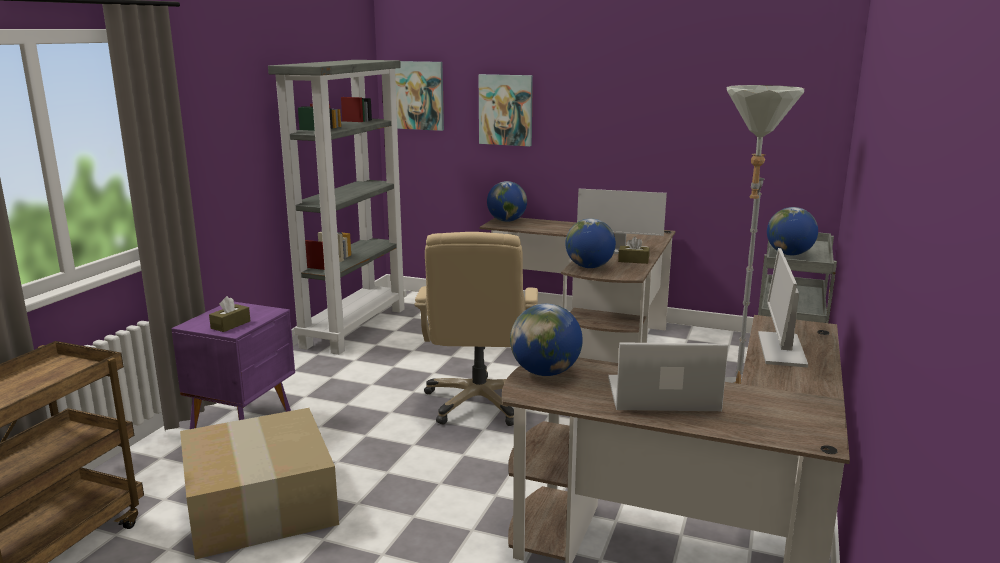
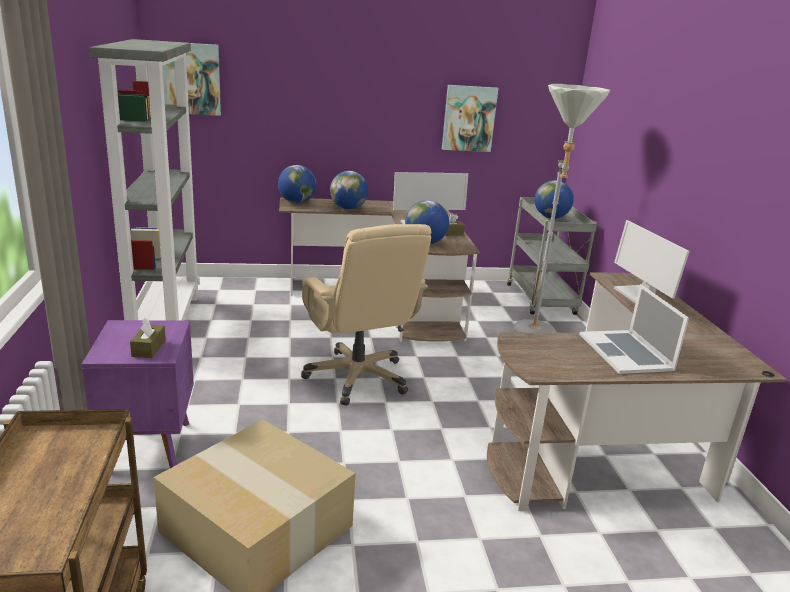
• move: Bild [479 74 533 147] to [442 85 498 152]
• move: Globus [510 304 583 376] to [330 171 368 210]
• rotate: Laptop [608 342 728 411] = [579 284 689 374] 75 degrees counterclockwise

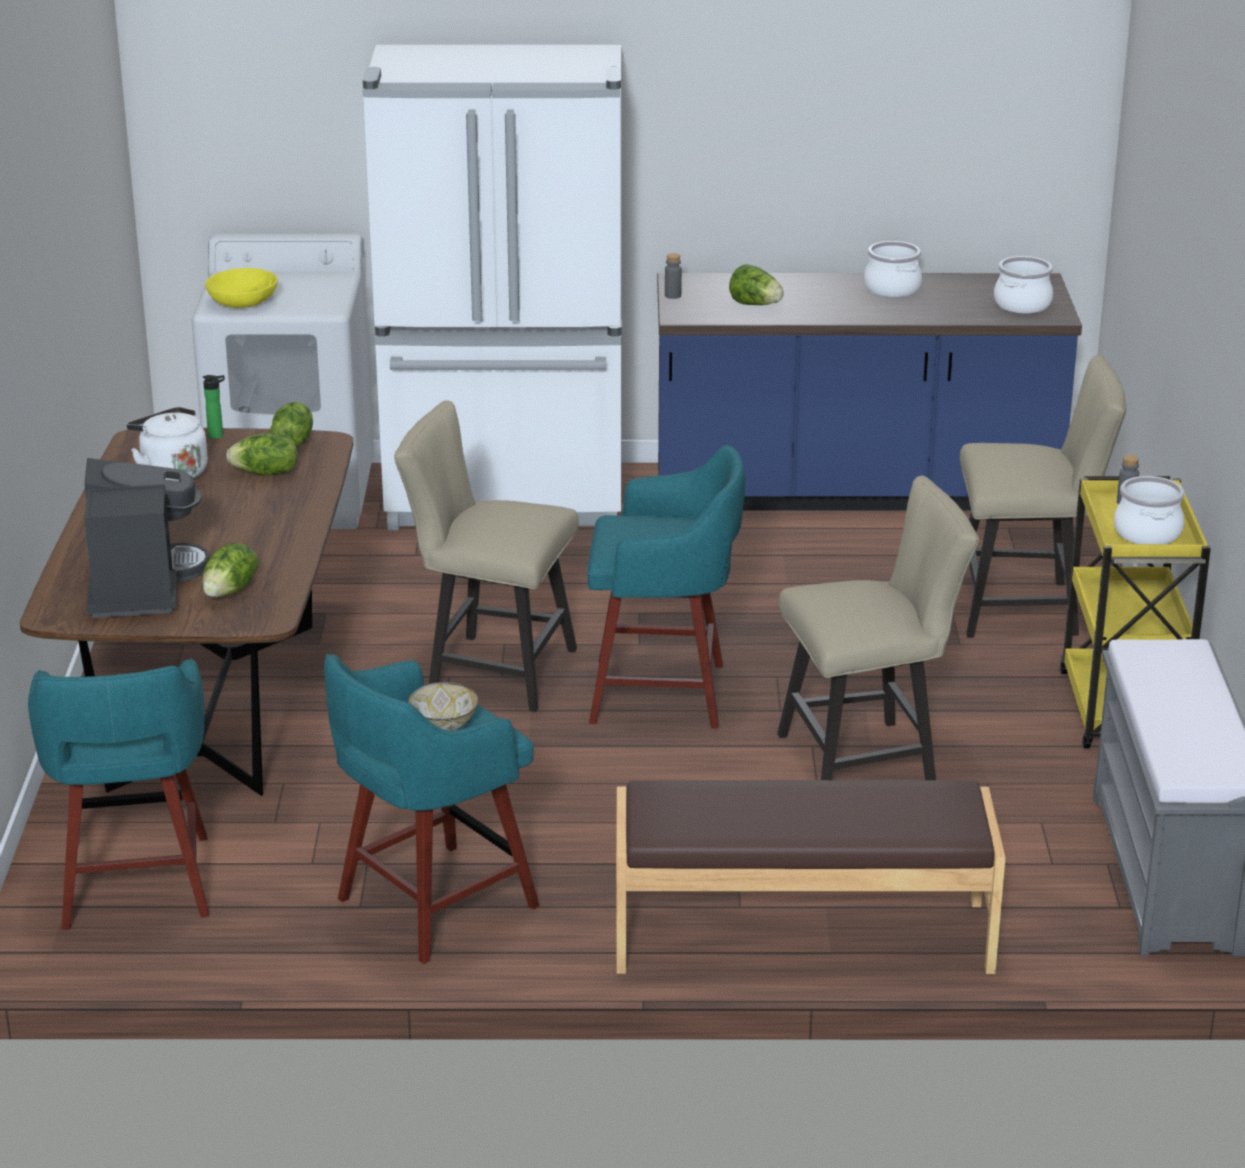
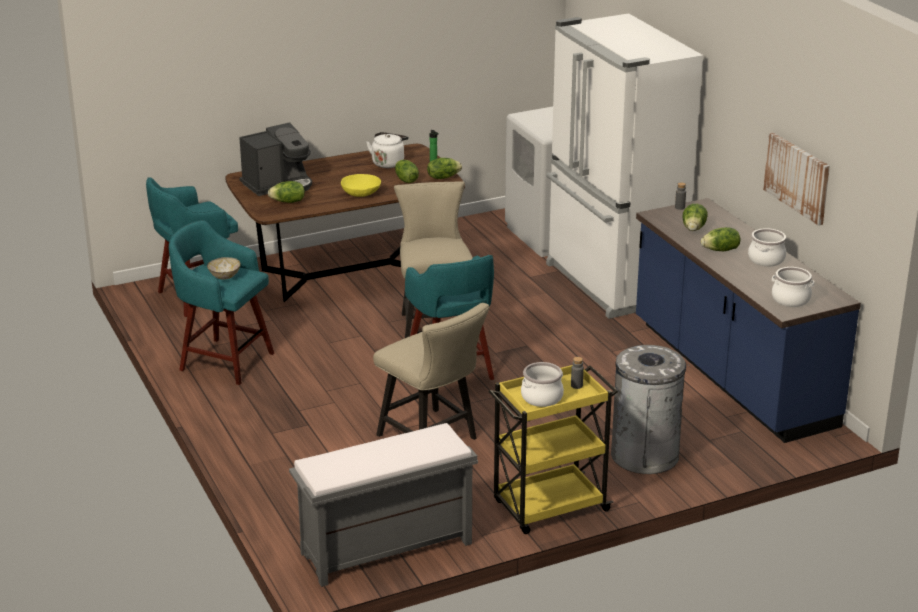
• move: Schüssel (gelb) [205 268 278 308] to [341 174 381 197]
• delete: Bank (braun) [616 780 1006 974]
• replace: Stuhl (beige) [960 355 1126 638] to Mülleimer (grau) [611 345 689 474]
• insert: Salatkopf [701 227 740 251]
• insert: Bild [763 132 830 226]

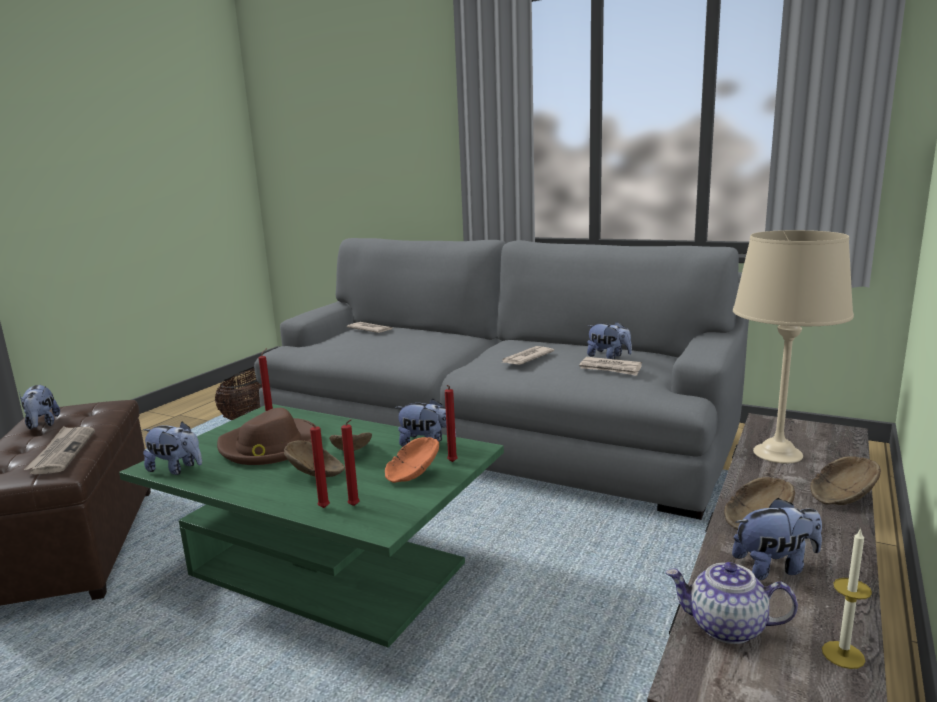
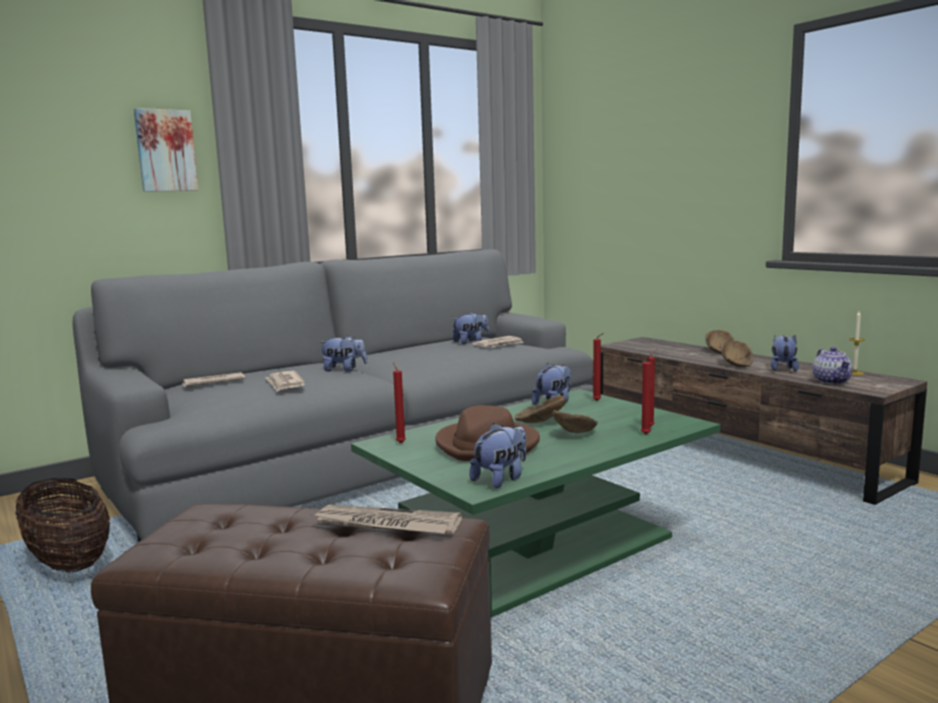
• move: Plüschtier [19 385 60 429] to [319 335 367 372]
• delete: Schüssel (orange) [385 437 439 483]
• move: Zeitung [502 346 554 365] to [265 371 306 391]
• rotate: Teekanne [665 562 798 644] = [813 347 853 384] 45 degrees counterclockwise
• delete: Tischlampe (beige) [733 230 854 463]
• insert: Bild [134 108 198 192]

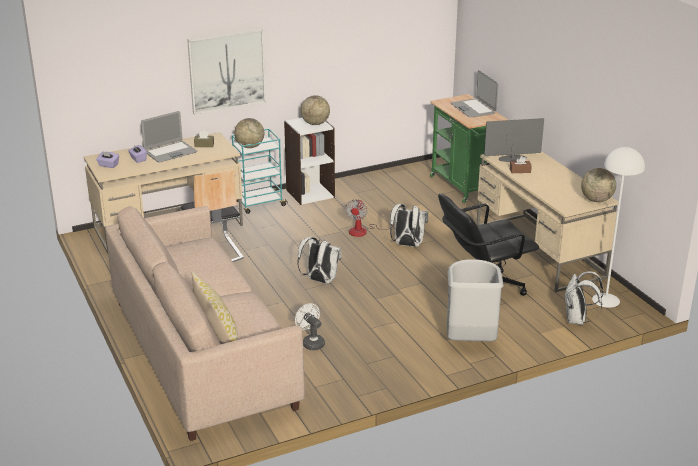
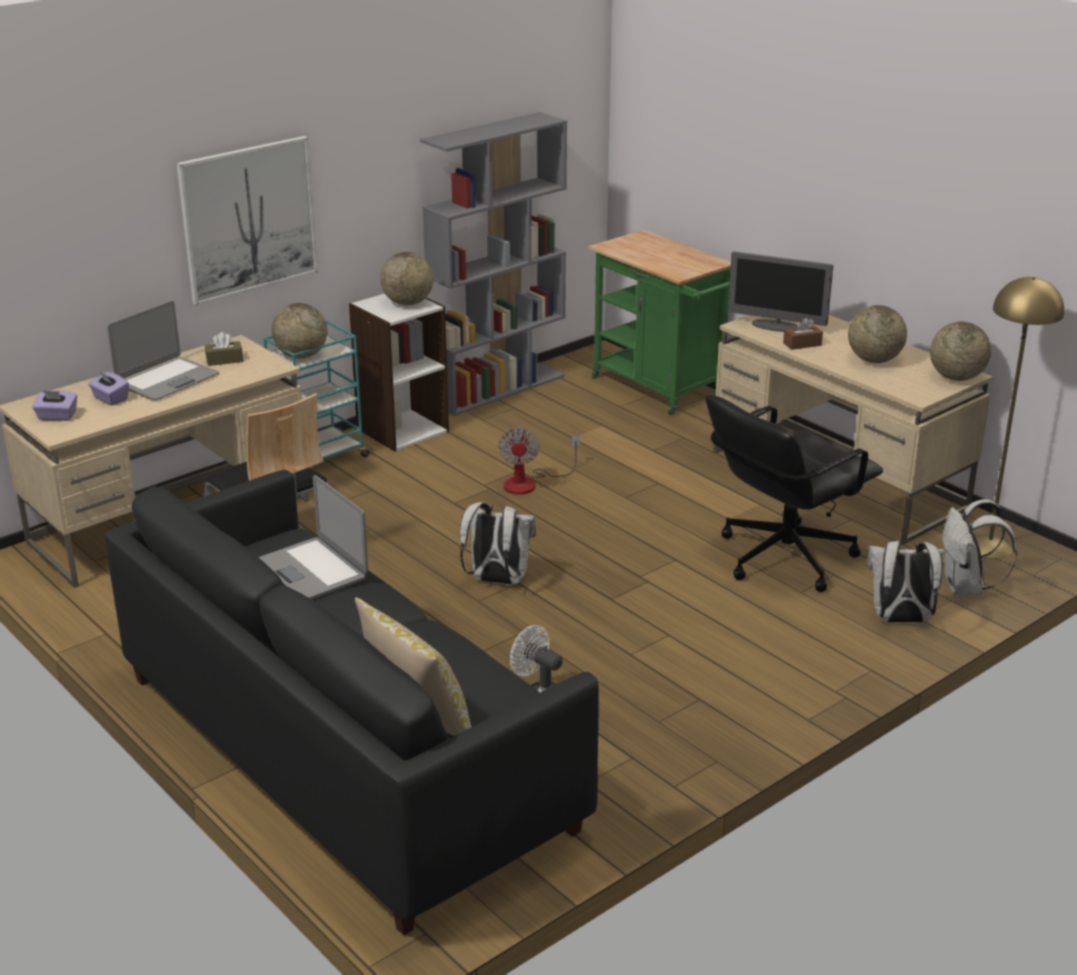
• recolor: Sofa (beige) [105 206 305 441] to Sofa (schwarz) [104 470 599 936]
• move: Rucksack (weiß) [390 204 428 247] to [868 540 944 623]
• delete: Mülleimer (grau) [447 259 503 342]
• move: Laptop [451 70 499 117] to [259 475 368 599]
• rotate: Monitor [484 118 544 162] = [728 251 833 332] 135 degrees counterclockwise
• recolor: Stehlampe (weiß) [592 147 645 308] to Stehlampe (gelb) [975 277 1064 558]
• insert: Bücherregal (grau) [420 112 567 416]
• insert: Globus [848 305 907 363]

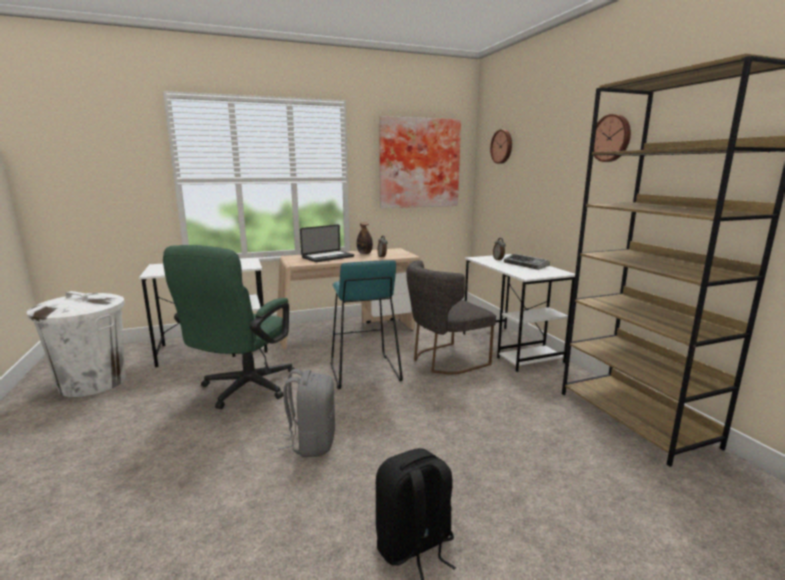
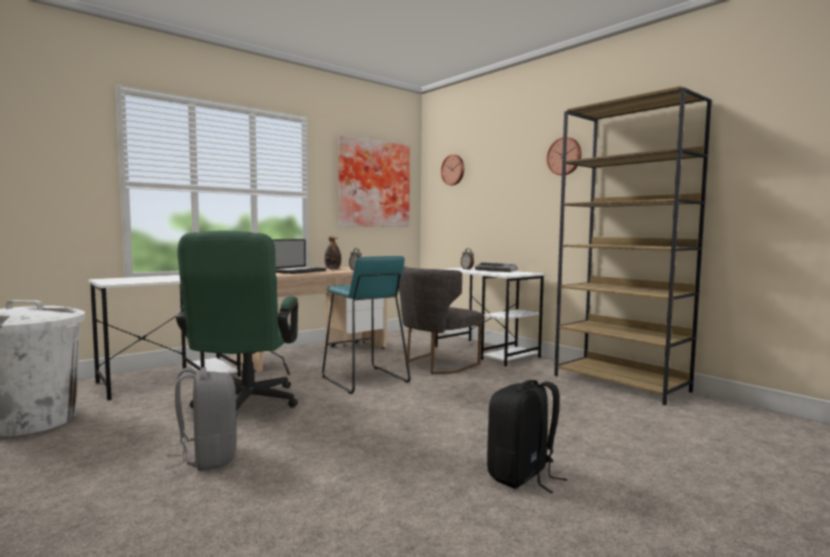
• move: Rucksack (grau) [278 369 335 457] to [165 367 237 471]

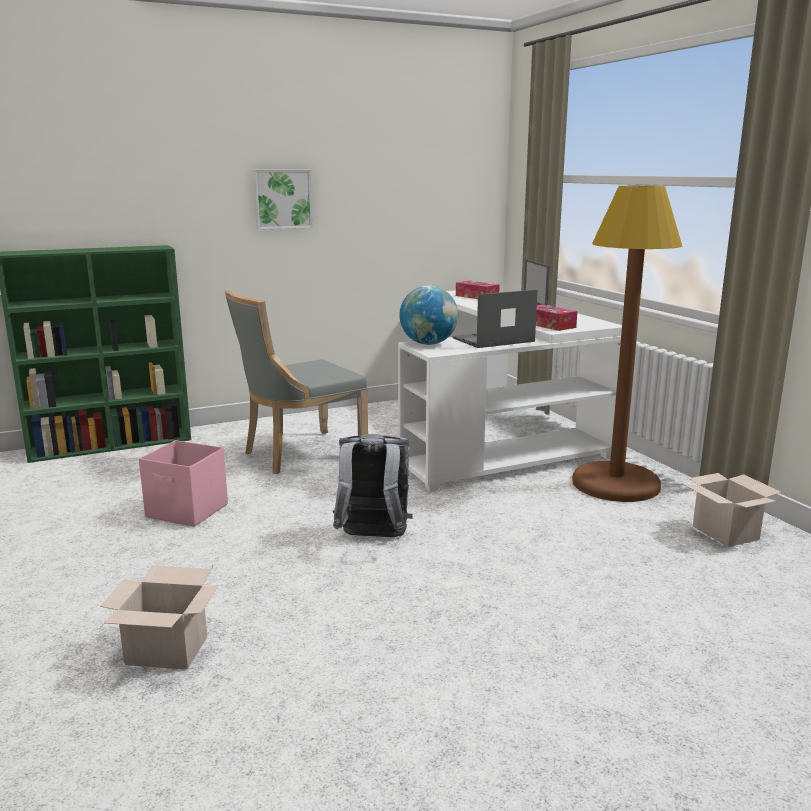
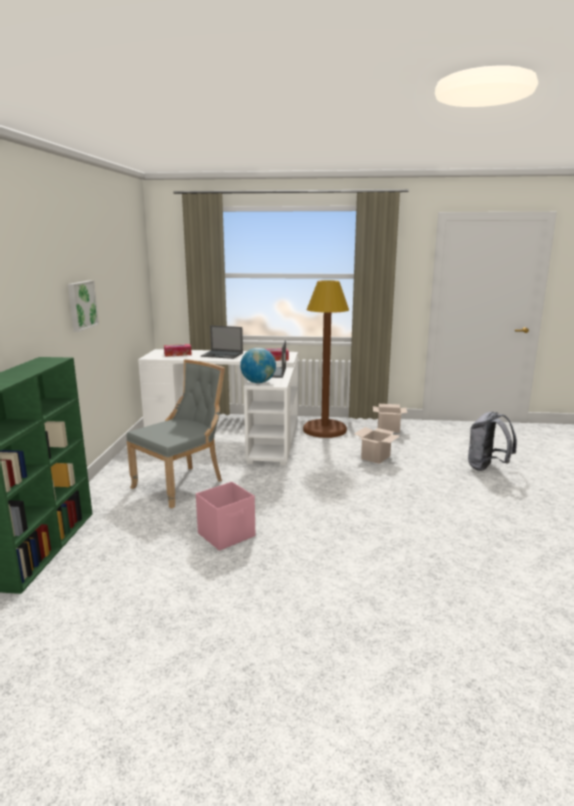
• move: Karton [100 566 219 670] to [354 427 400 464]
• rotate: Stuhl (grau) [225 290 368 474] = [126 359 225 509] 135 degrees counterclockwise
• move: Rucksack (grau) [333 434 413 537] to [468 412 517 471]

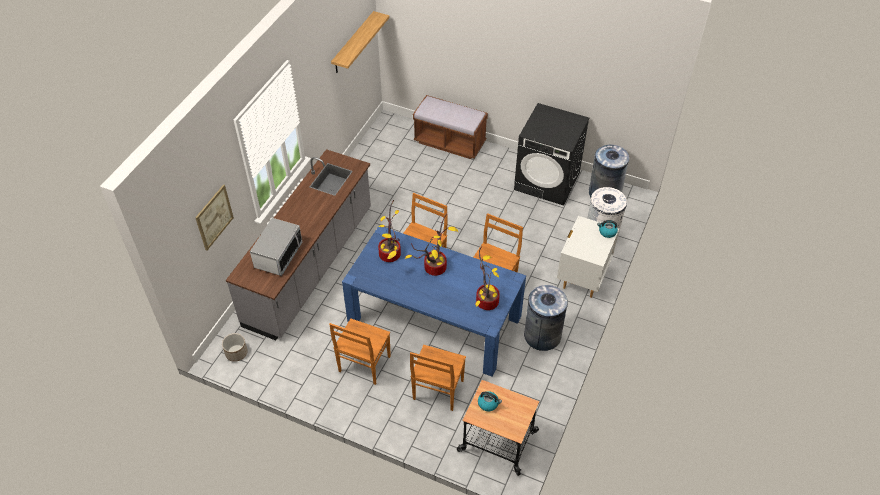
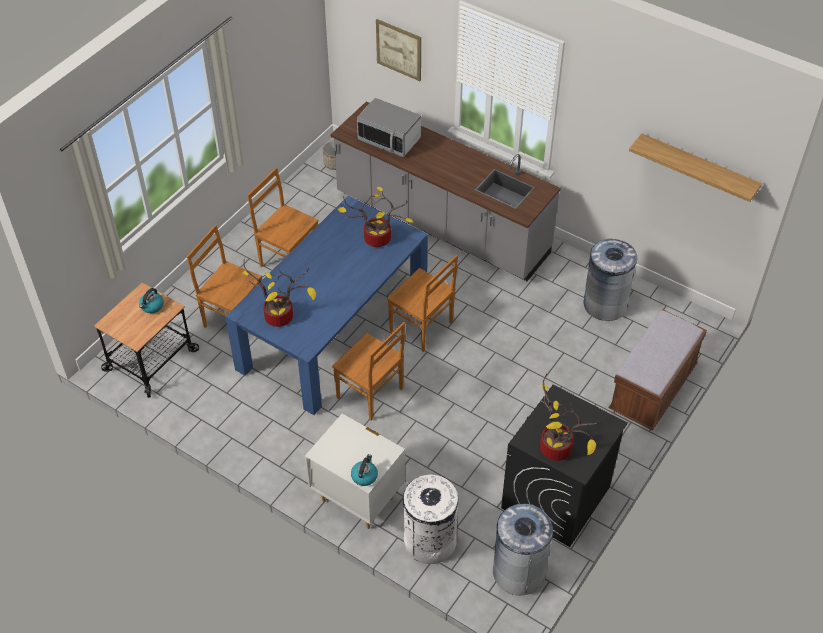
• move: Topfpflanze [405 214 459 276] to [540 374 599 461]
• move: Mülleimer (grau) [524 285 568 351] to [584 239 637 321]

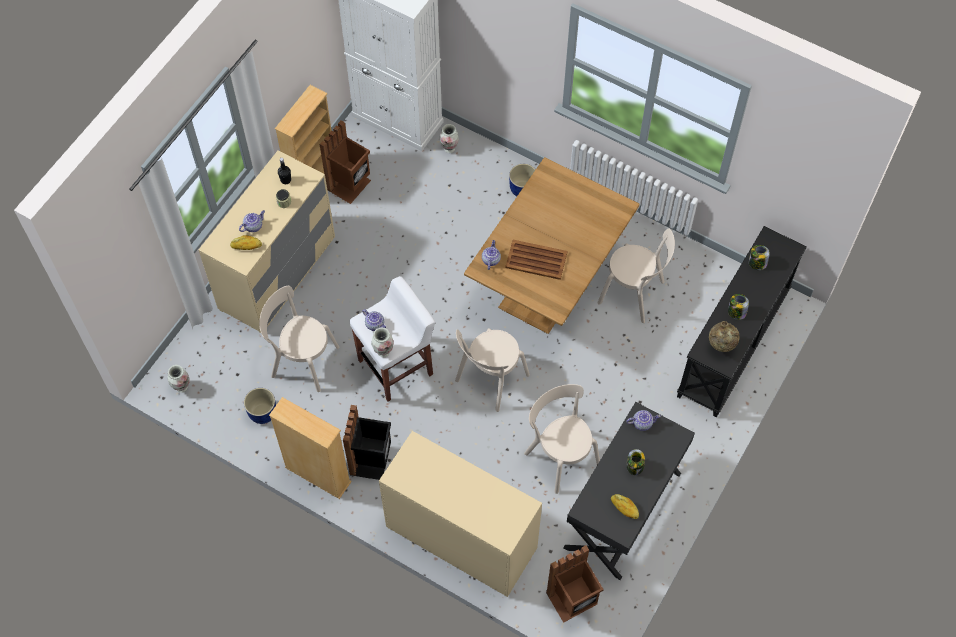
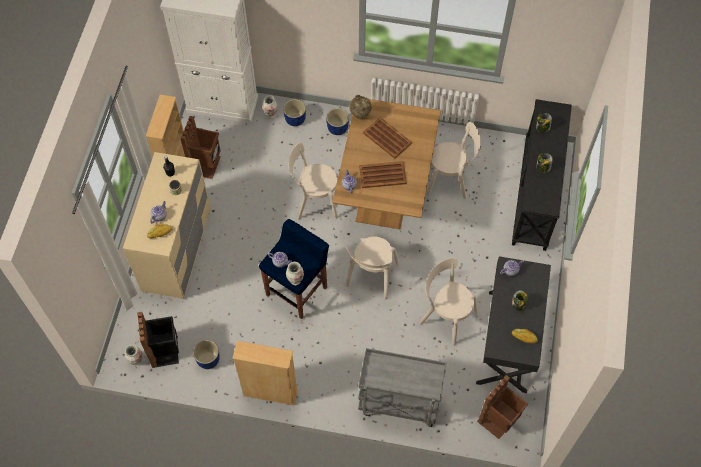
• move: Stuhl (beige) [259 286 339 392] to [289 143 338 220]
• move: Mülleimer (schwarz) [343 405 391 480] to [137 312 179 368]
• recolor: Hocker (weiß) [350 276 435 402] to Hocker (blau) [259 219 329 319]
• replace: Kommode (beige) [379 431 542 597] to Rollwagen (grau) [358 348 446 427]
• move: Vase (beige) [709 321 739 352] to [349 95 372 119]
• insert: Pflanzkübel (blau) [283 99 306 126]
• insert: Tablett (braun) [363 117 412 159]

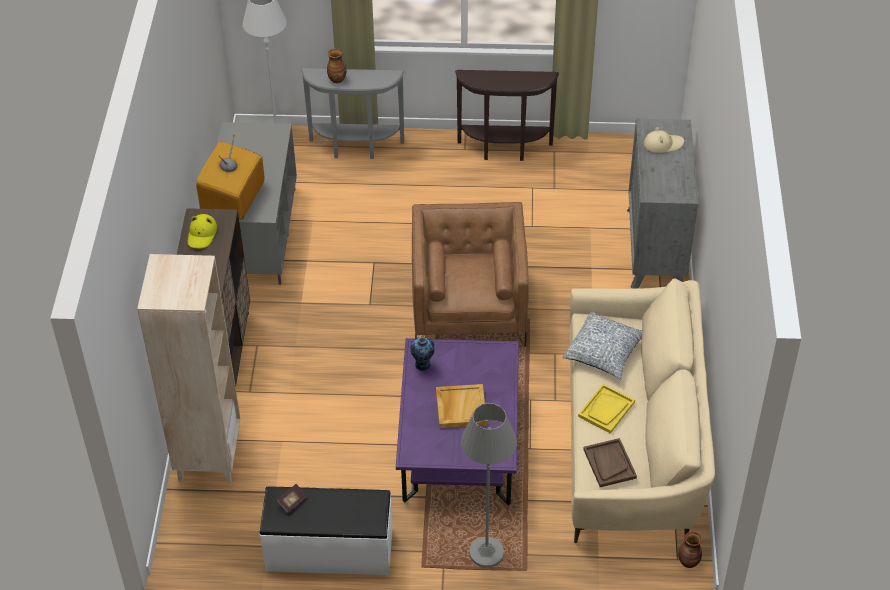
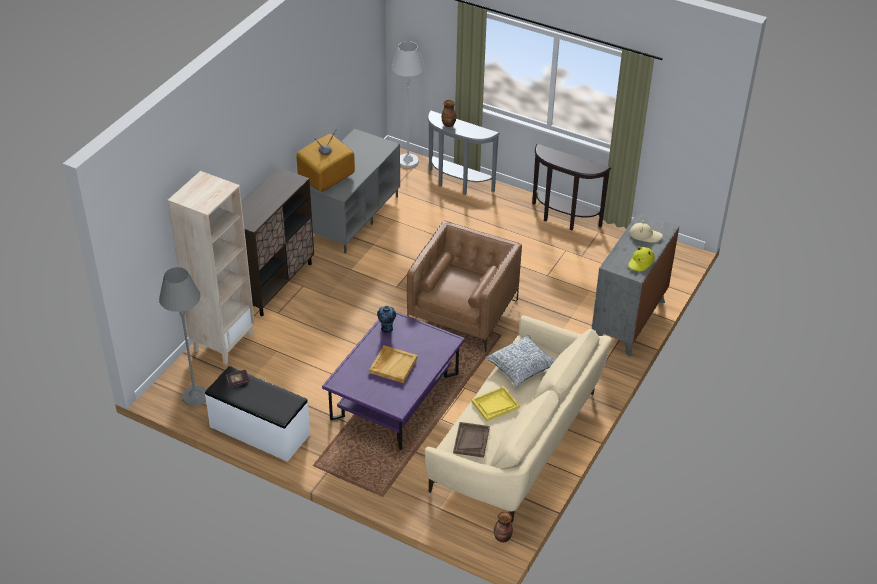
• move: Hut (gelb) [188 214 217 248] to [628 246 655 271]
• move: Stehlampe (grau) [461 403 517 567] to [159 267 206 406]

